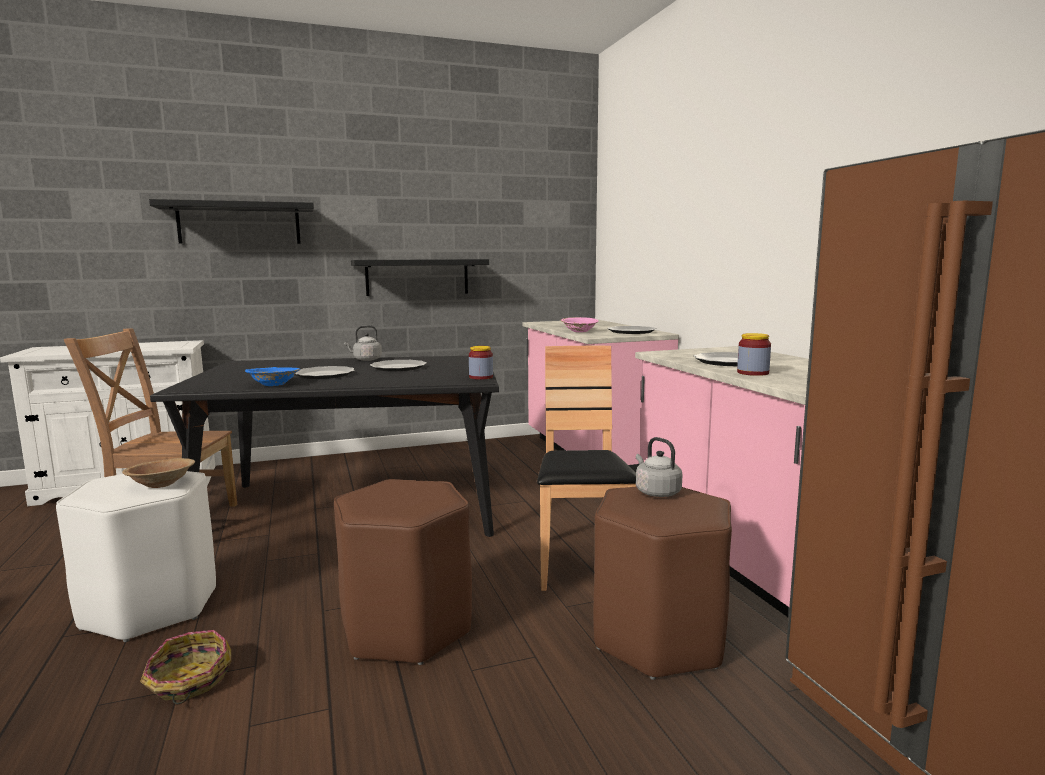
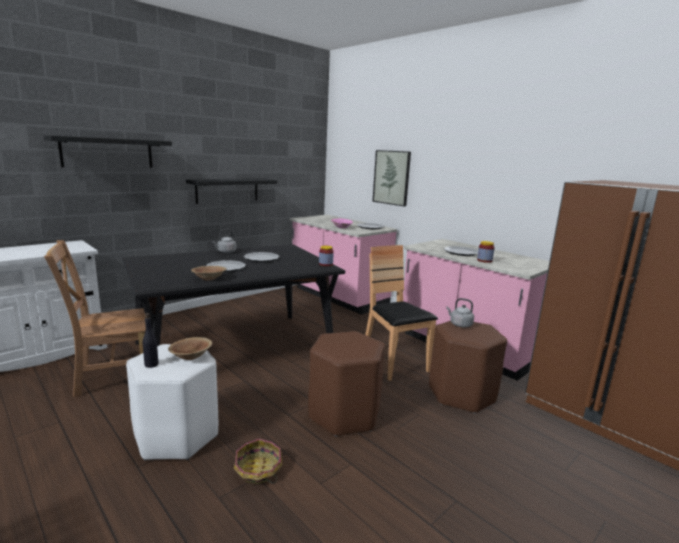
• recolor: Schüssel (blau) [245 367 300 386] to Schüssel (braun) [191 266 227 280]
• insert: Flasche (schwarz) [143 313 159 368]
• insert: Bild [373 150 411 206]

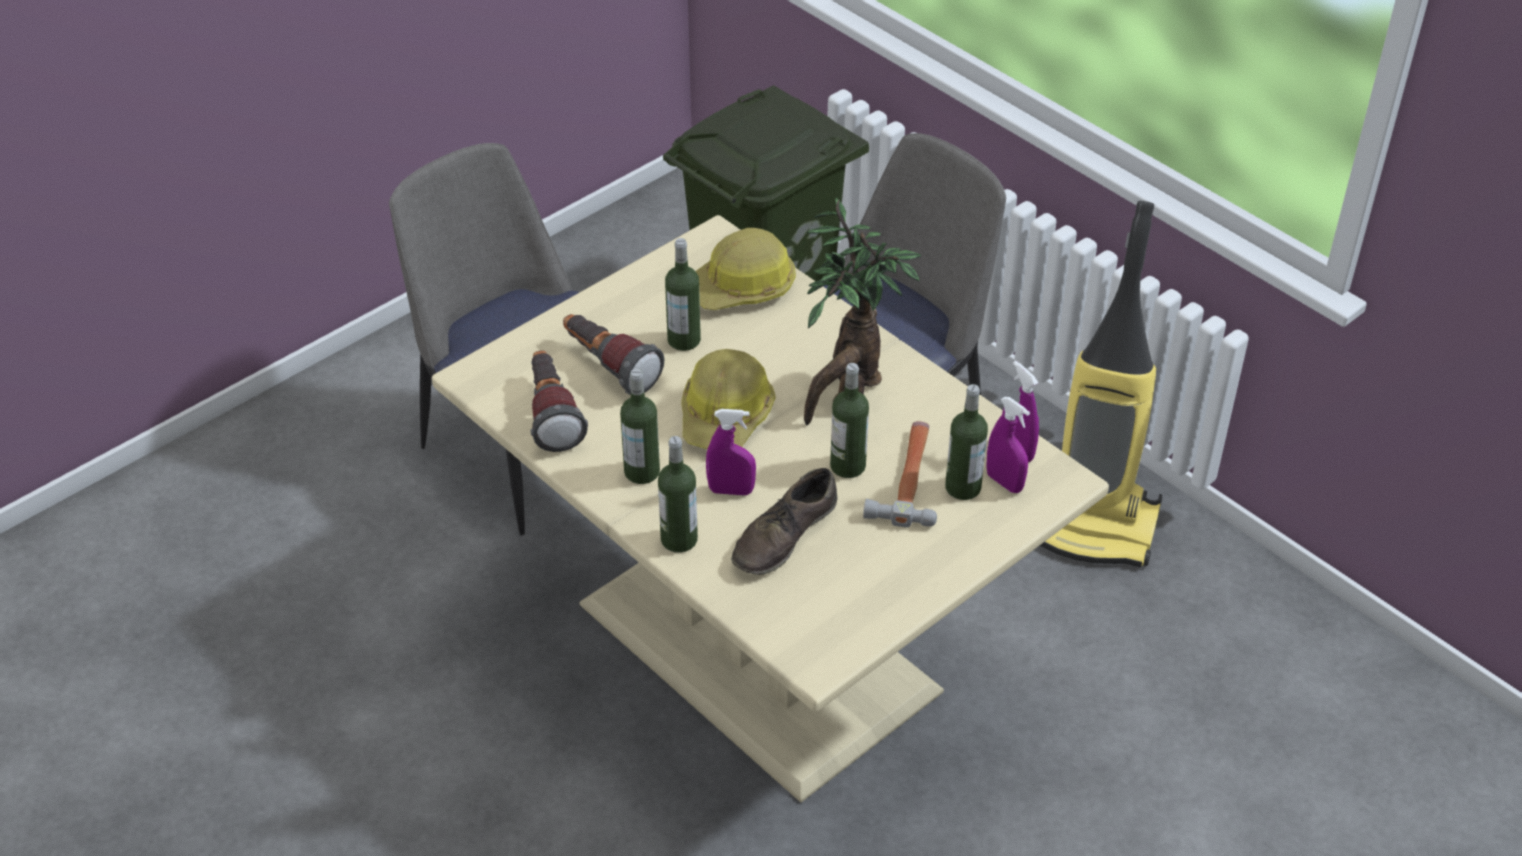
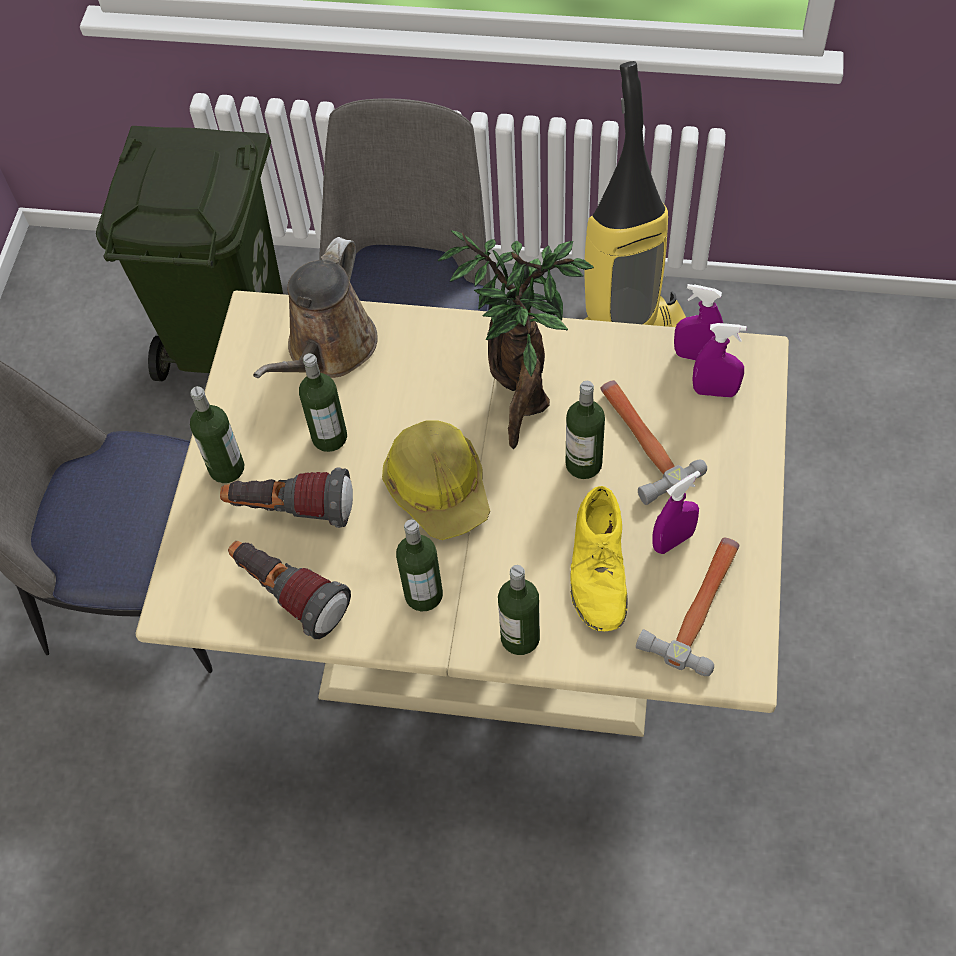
• replace: Schutzhelm [696 228 796 310] to Gießkanne (braun) [253 237 378 378]
• move: Sprühflasche (lila) [706 409 756 495] to [652 471 701 554]
• recolor: Schuh (braun) [731 468 838 575] to Schuh (gelb) [570 486 628 631]
• move: Flasche [945 384 988 500] to [190 386 244 483]
• insert: Hammer [636 537 739 676]

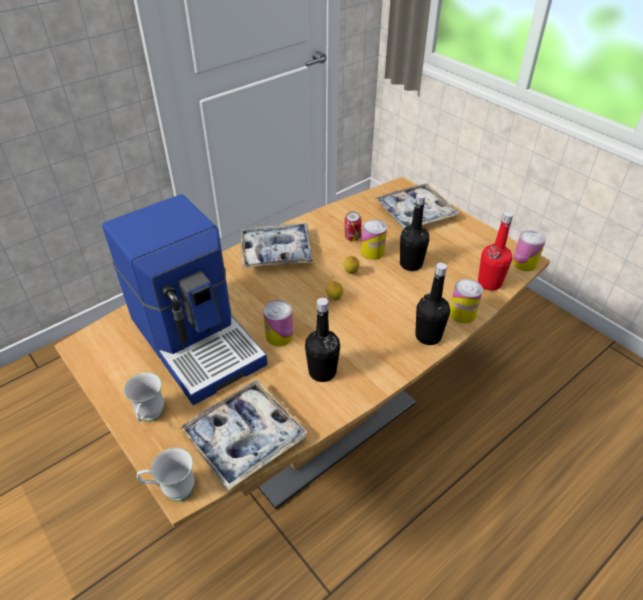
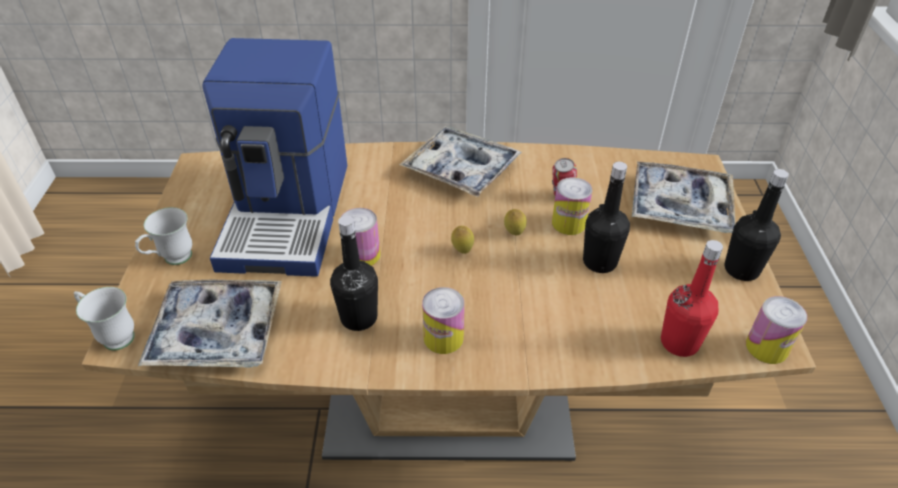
• move: Flasche (schwarz) [415 262 450 345] to [724 169 789 281]
• move: Dose [450 279 483 323] to [422 287 464 354]

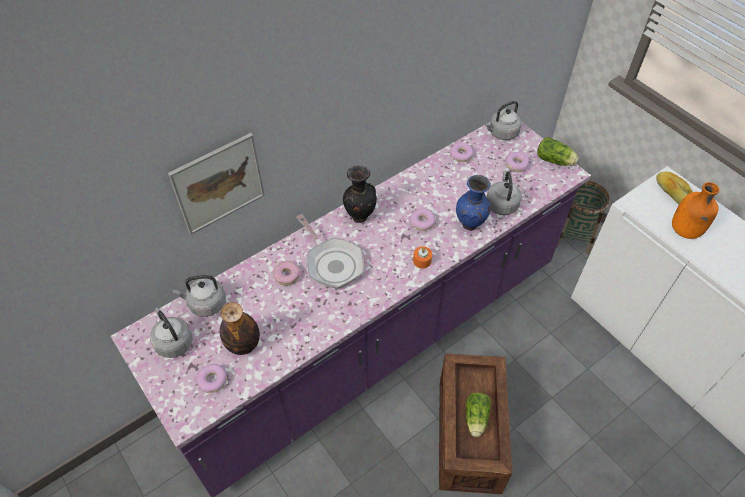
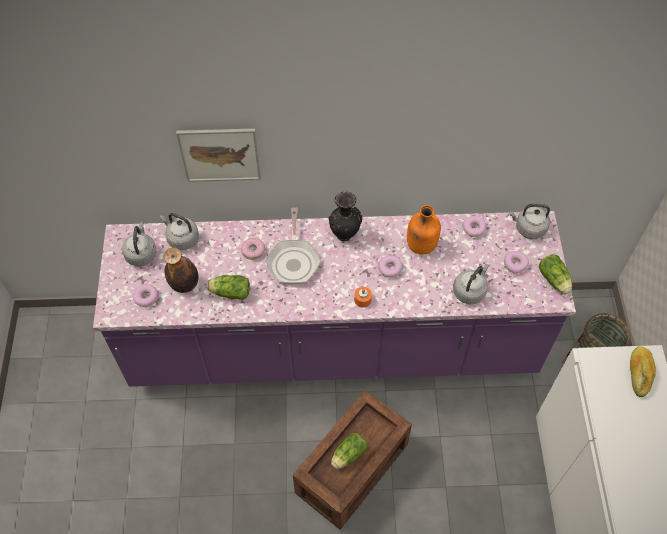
• delete: Vase (blau) [456 175 491 231]
• move: Flasche (orange) [672 182 719 239] to [407 205 441 255]
• insert: Salatkopf [207 275 250 300]

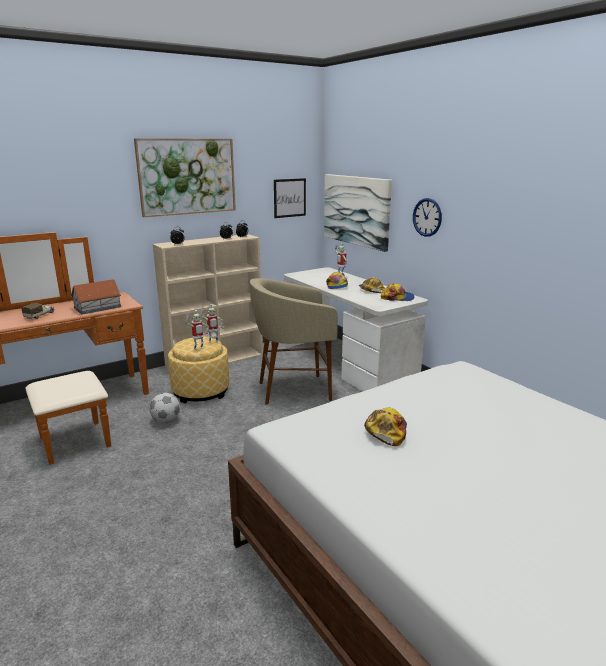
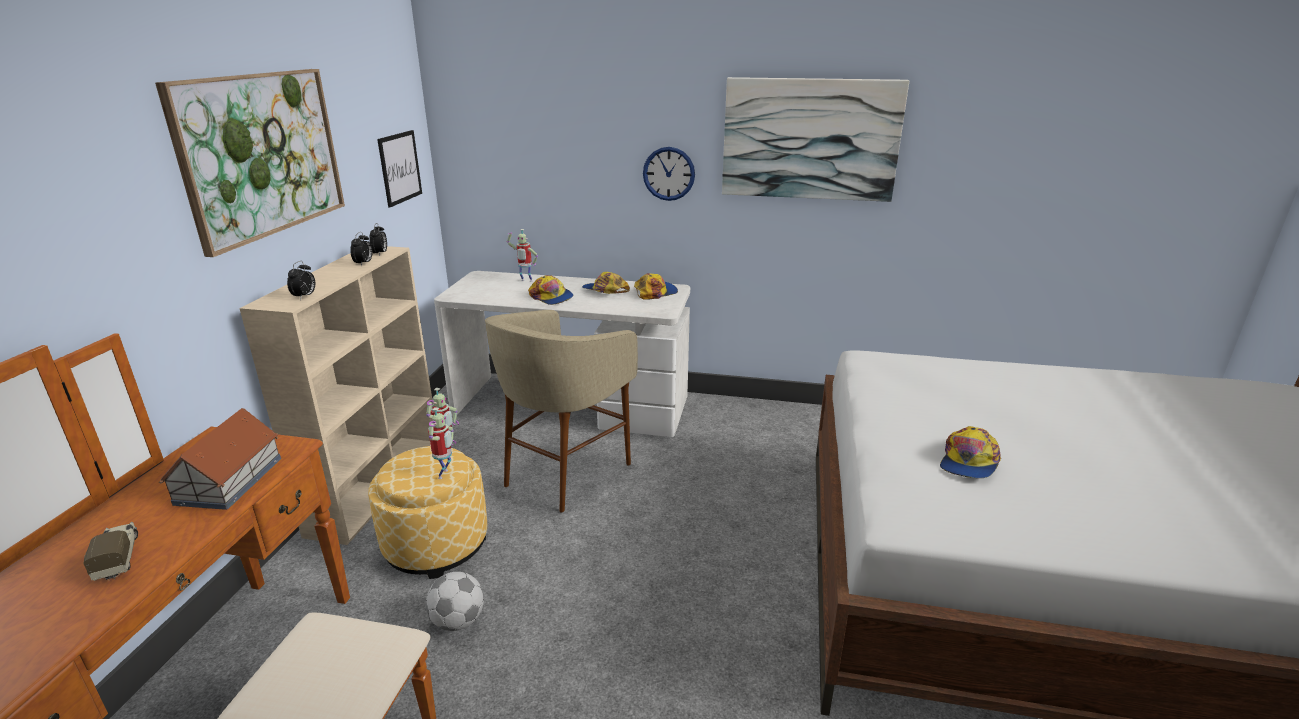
• move: Bild [324 174 392 252] to [722 77 909 202]
• rotate: Kappe [364 407 407 446] = [940 426 1001 478] 120 degrees counterclockwise

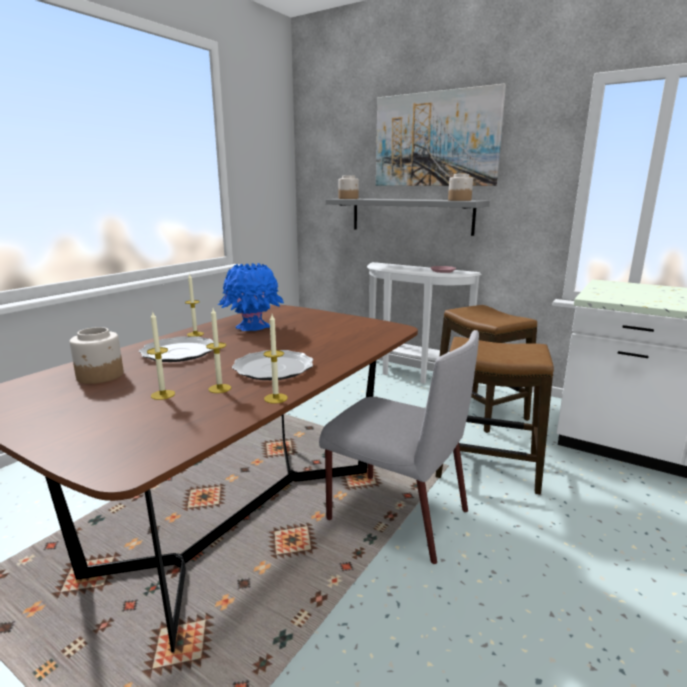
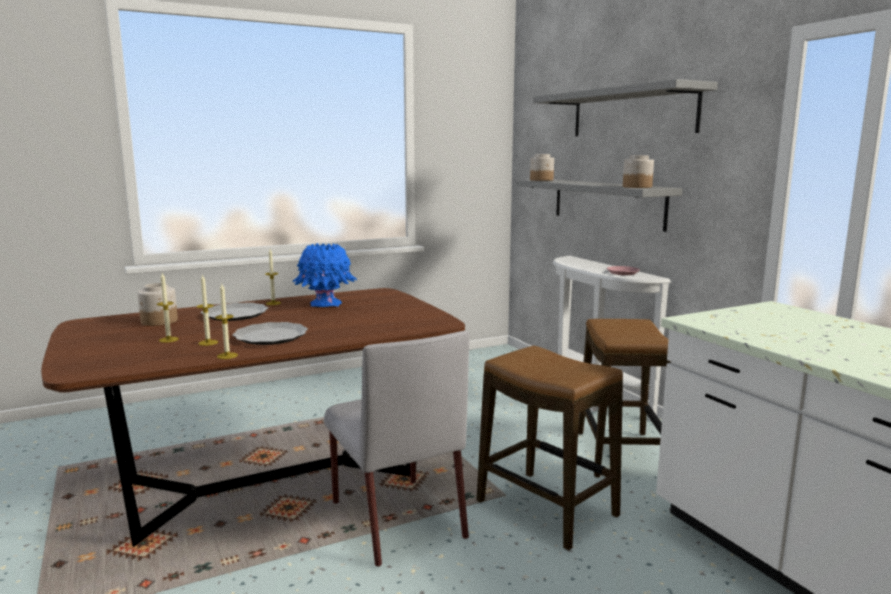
• replace: Bild [376 84 506 186] to Wandregal (grau) [533 79 718 136]

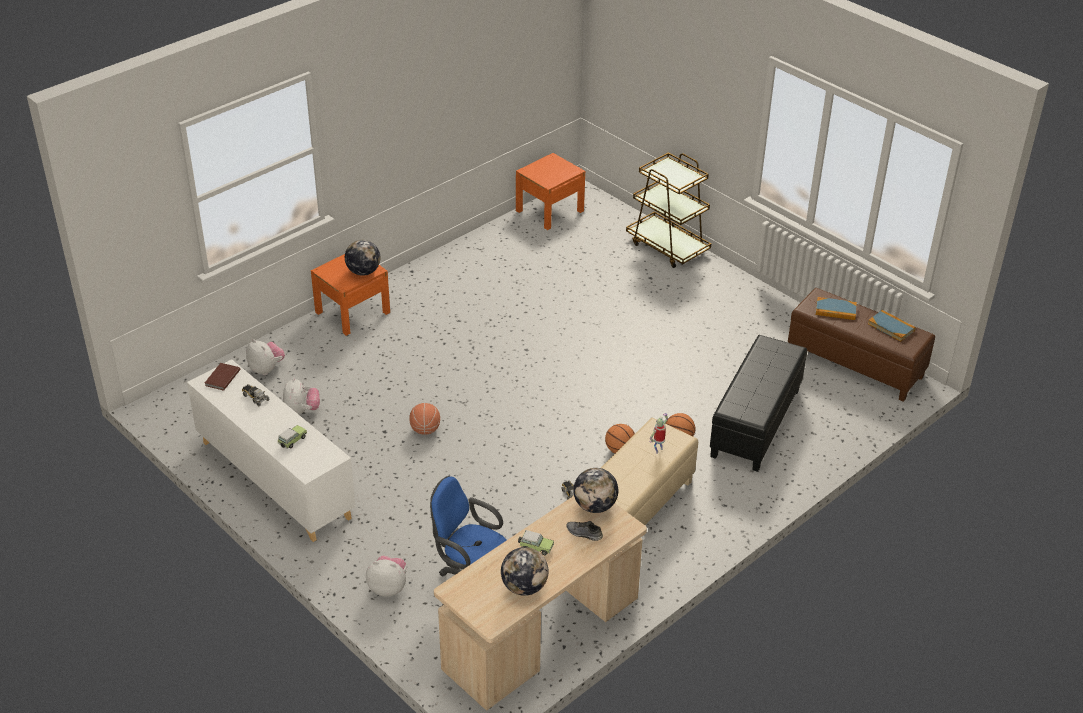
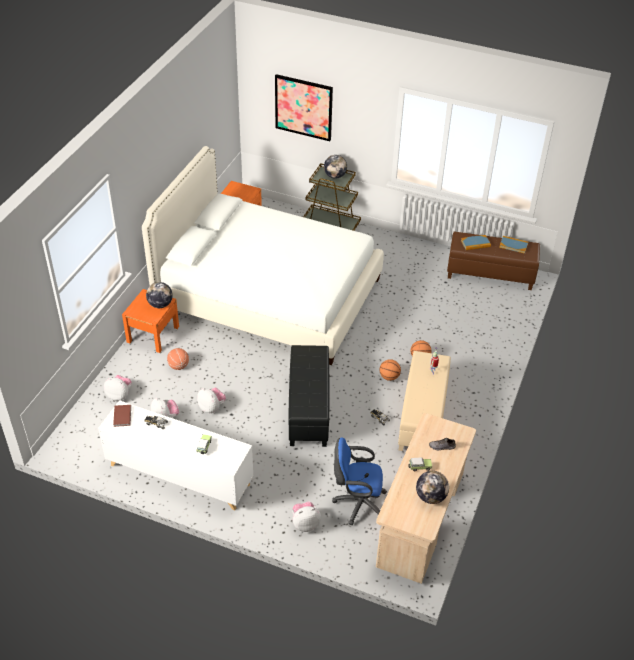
• move: Basketball [409 403 440 435] to [167 348 189 370]
• move: Globus [573 468 618 513] to [324 155 347 179]
• move: Polsterhocker (schwarz) [710 335 807 472] to [289 345 330 447]
• insert: Bett (weiß) [142 146 384 365]
• insert: Plüschtier [197 388 226 413]
• insert: Bild [275 74 333 141]

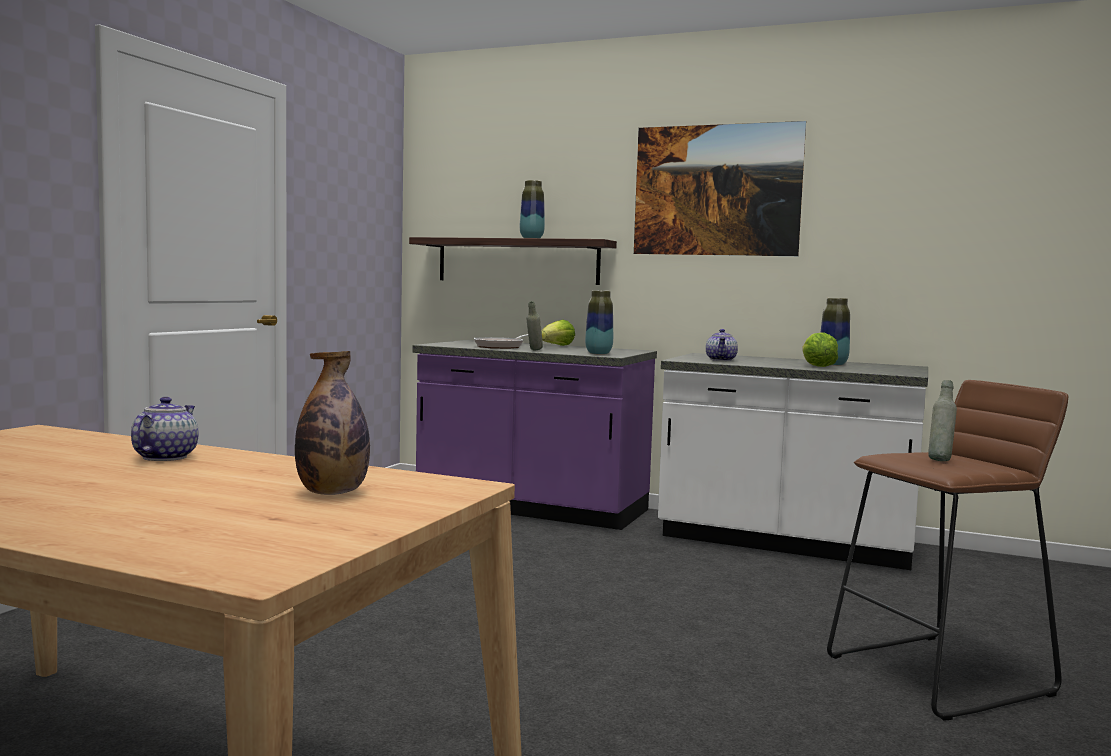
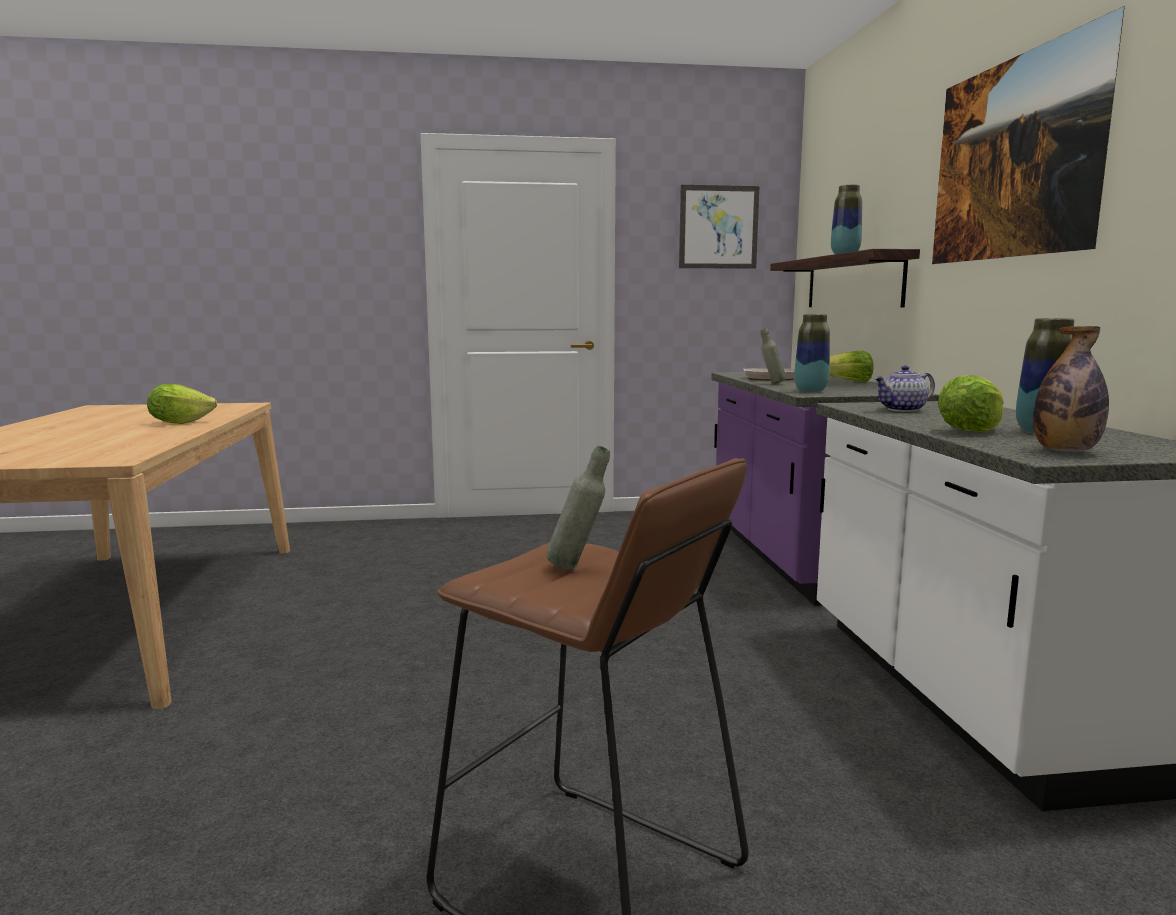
• replace: Teekanne [131 397 199 461] to Salatkopf [147 384 217 424]
• move: Flasche [295 351 370 495] to [1033 326 1109 452]
• insert: Bild [679 185 759 269]

